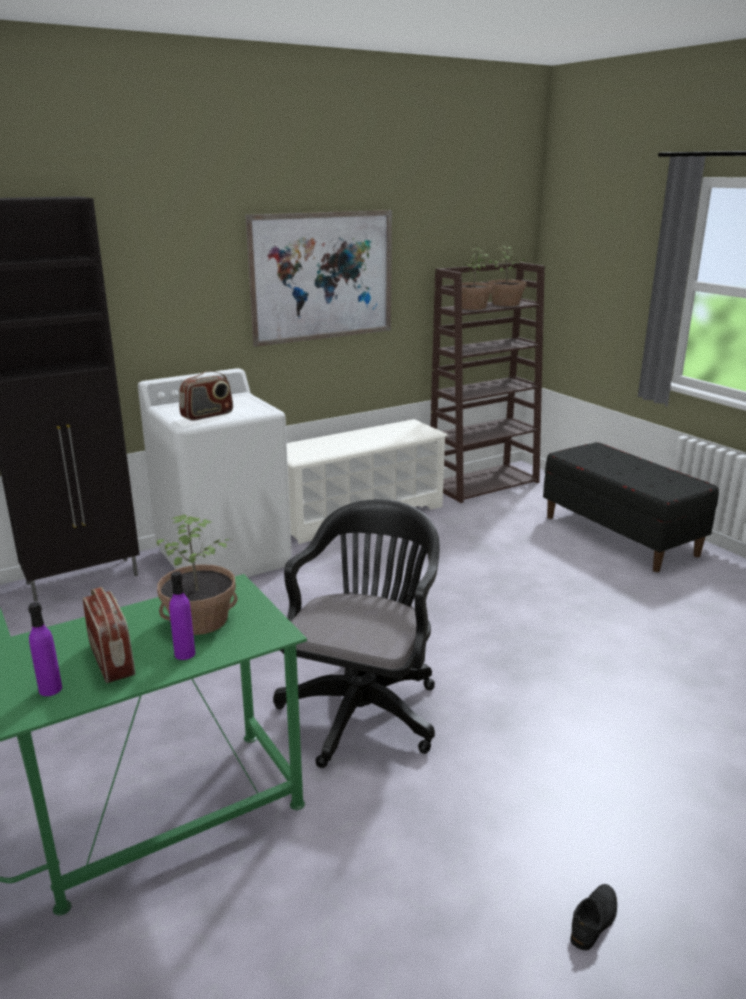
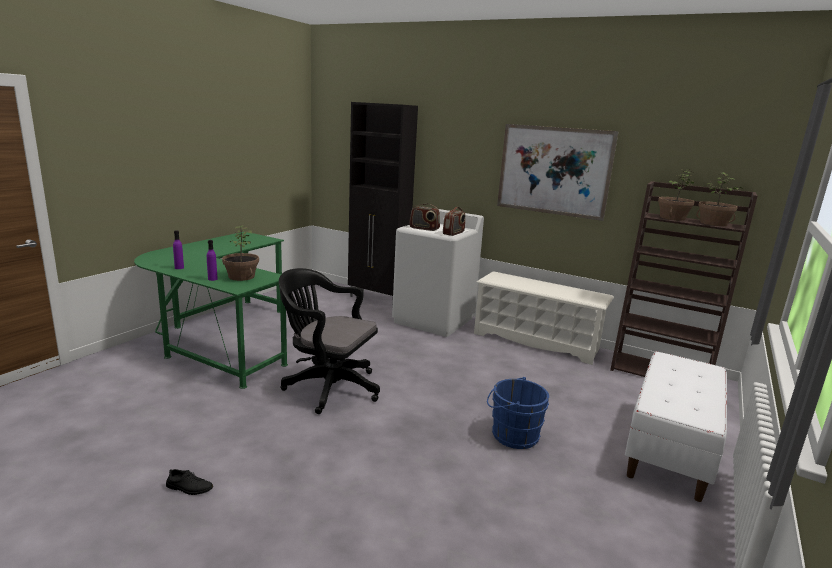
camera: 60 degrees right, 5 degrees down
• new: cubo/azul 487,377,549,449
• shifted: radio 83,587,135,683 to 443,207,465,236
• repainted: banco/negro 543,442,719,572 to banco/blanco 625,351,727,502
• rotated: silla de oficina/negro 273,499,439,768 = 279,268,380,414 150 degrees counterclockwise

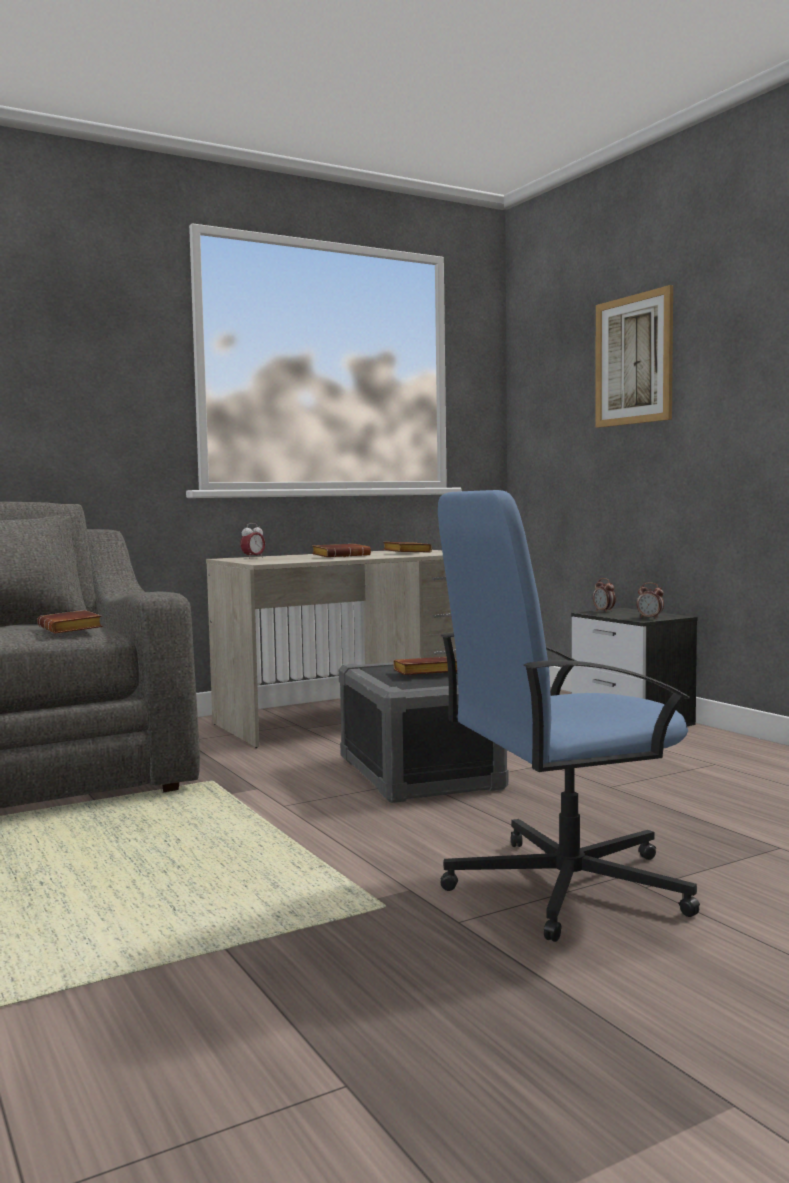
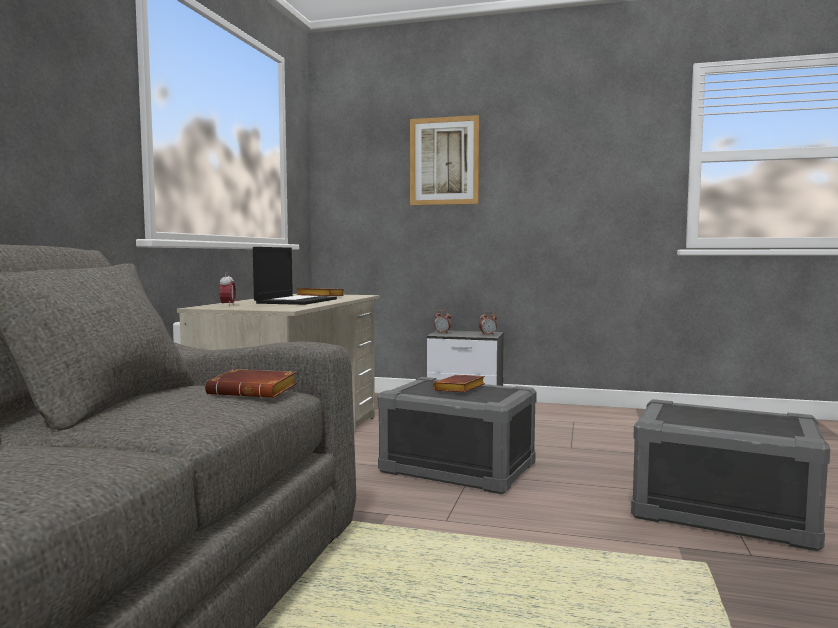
camera: 45 degrees left, 0 degrees up
• swapped: libro/marrón 312,544,371,557 to portátil 253,247,337,305
• swapped: silla de oficina/azul 438,490,700,942 to caja de almacenaje/gris 631,399,830,551

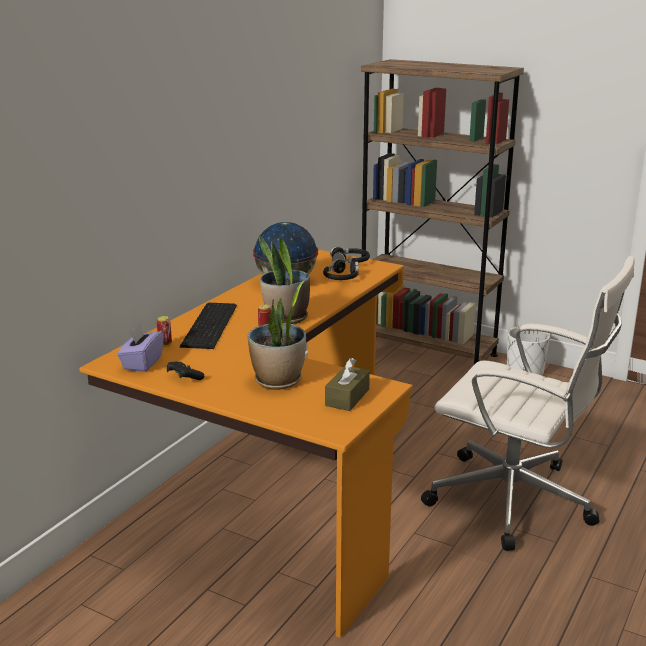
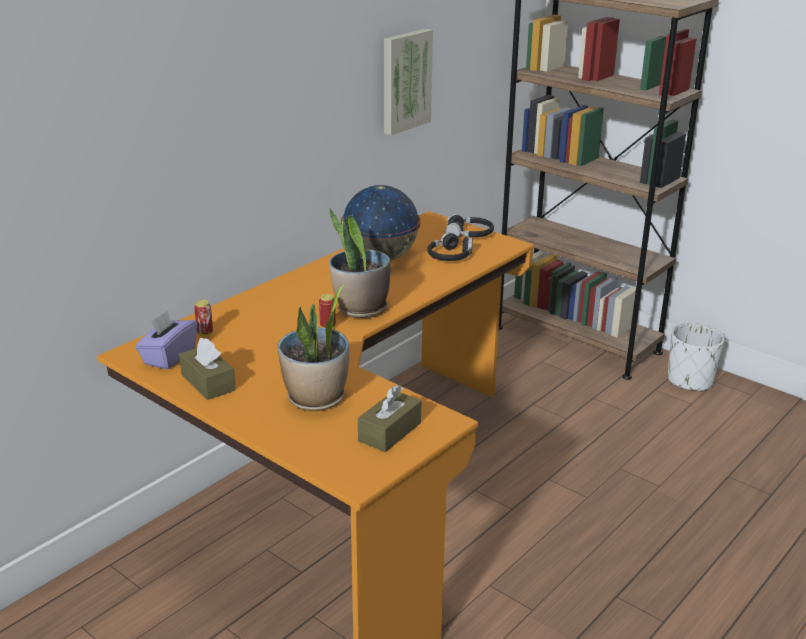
camera: 10 degrees right, 5 degrees up
• gone: teclado 180,303,237,349
• gone: silla de oficina/blanco 421,256,635,551
• new: cuadro 384,29,433,135
• swapped: mando de consola/negro 167,362,204,380 to caja de pañuelos/marrón 179,338,236,400

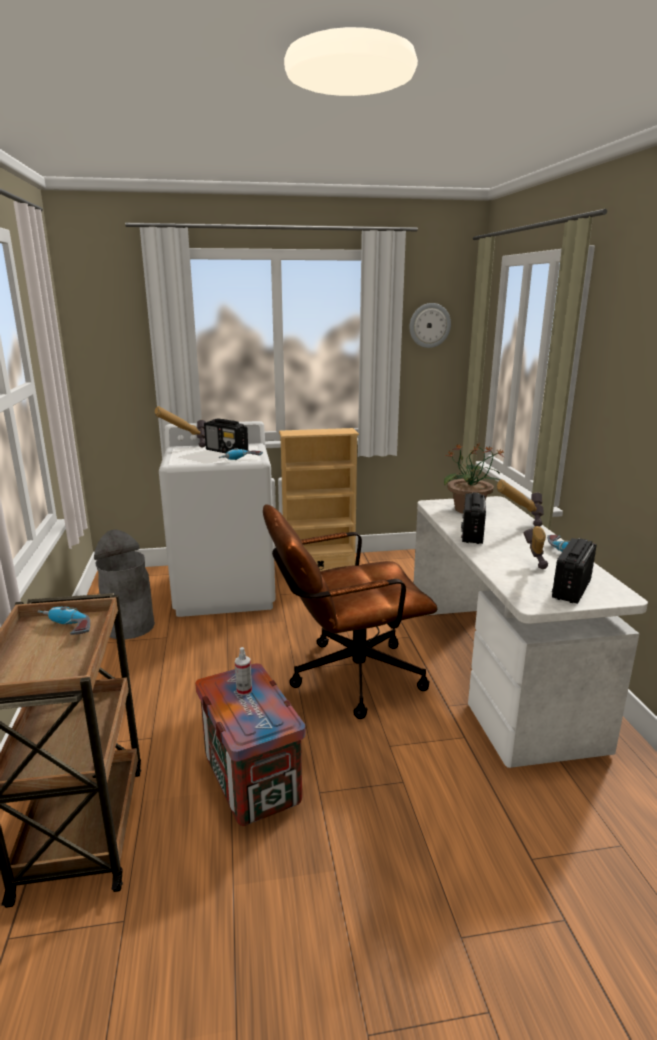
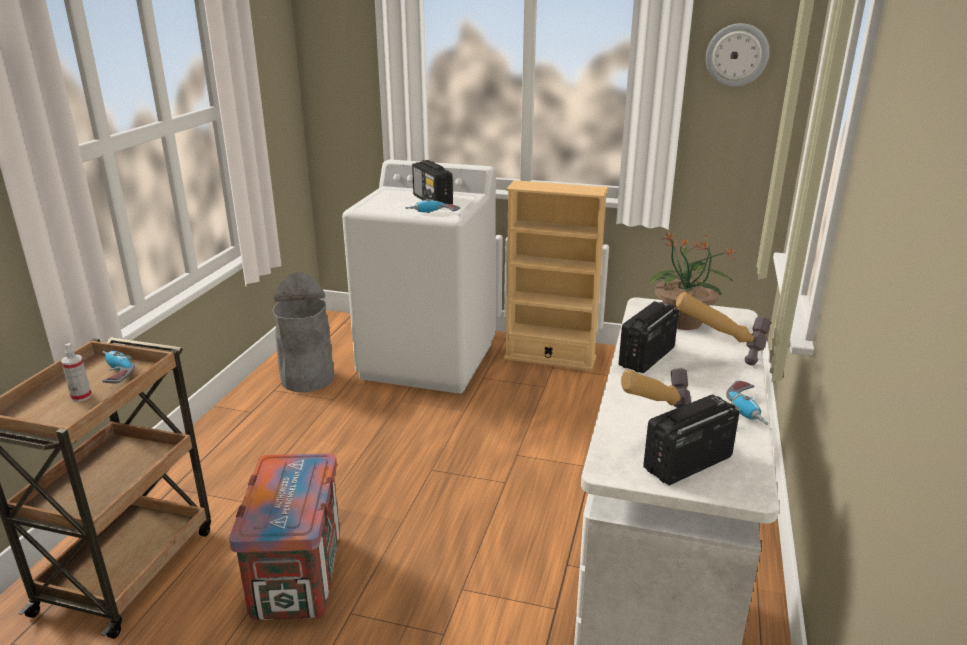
camera: 25 degrees right, 5 degrees up
• gone: martillo 155,406,206,448
• gone: silla de oficina/marrón 263,504,437,719
• shifted: pulverizador 235,647,252,696 to 61,343,92,402

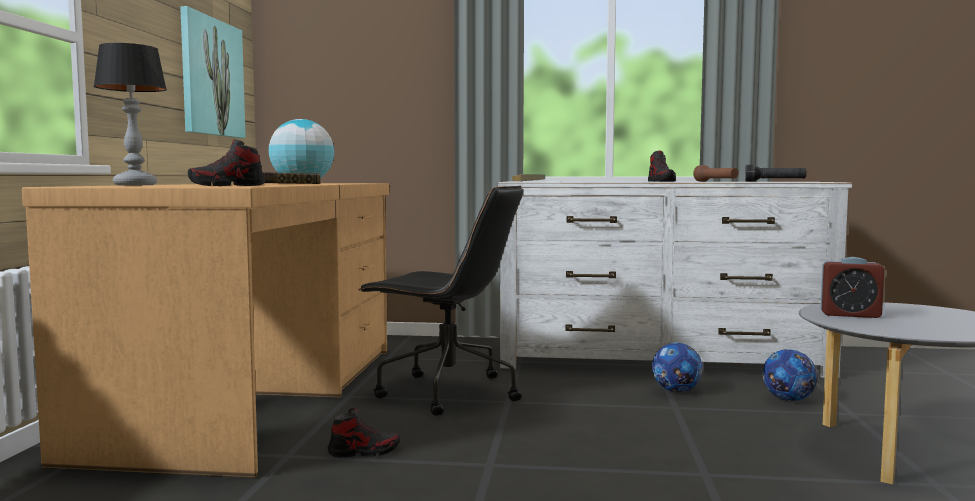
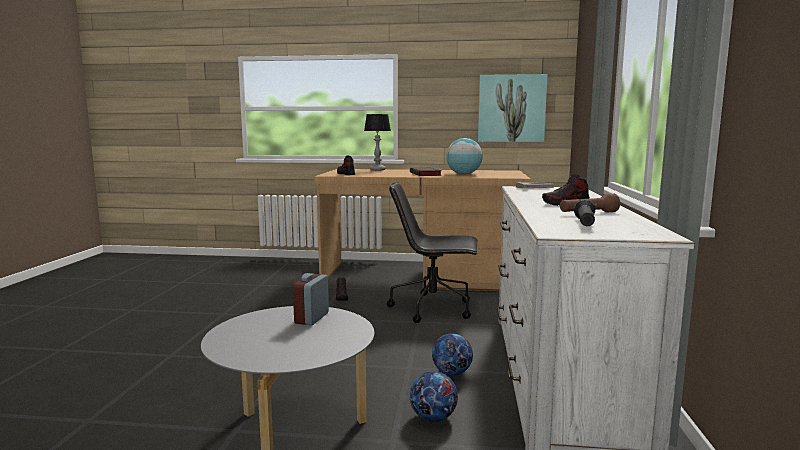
camera: 90 degrees right, 5 degrees up
• rotated: silla de oficina/negro 358,186,523,416 = 387,182,478,323 75 degrees clockwise

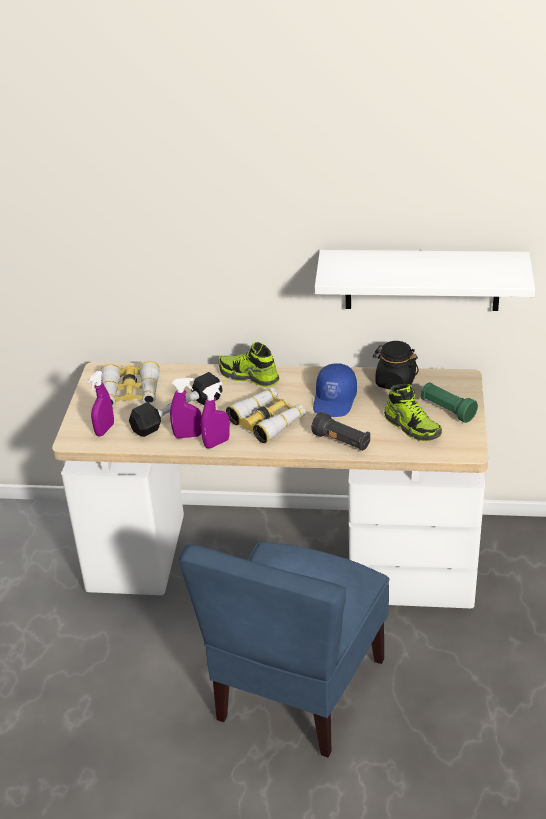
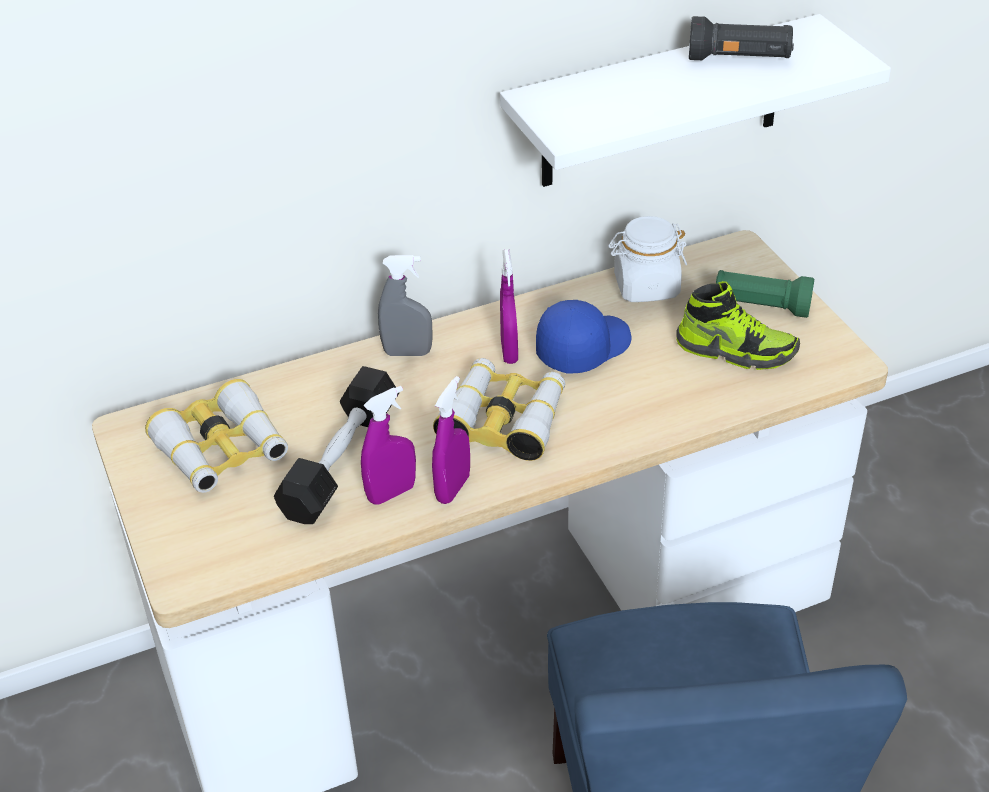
camera: 30 degrees left, 5 degrees up
• shifted: pulverizador/morado 88,371,114,436 to 500,250,518,364
• shifted: linterna/negro 311,412,370,451 to 689,16,794,60
• swapped: zapato 218,342,279,387 to pulverizador/gris 378,255,433,356
• repainted: tarro/negro 373,341,419,390 to tarro/blanco 608,216,687,302
• rotated: gorra/azul 313,363,357,417 = 536,300,632,374 120 degrees counterclockwise

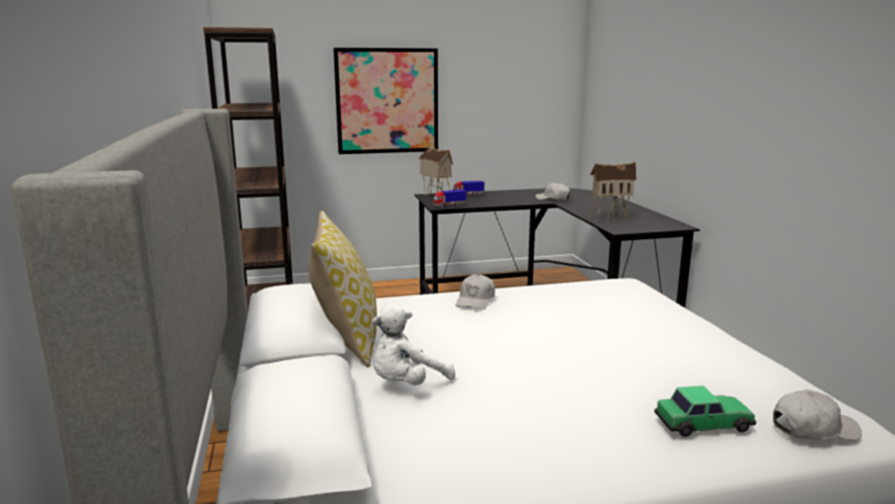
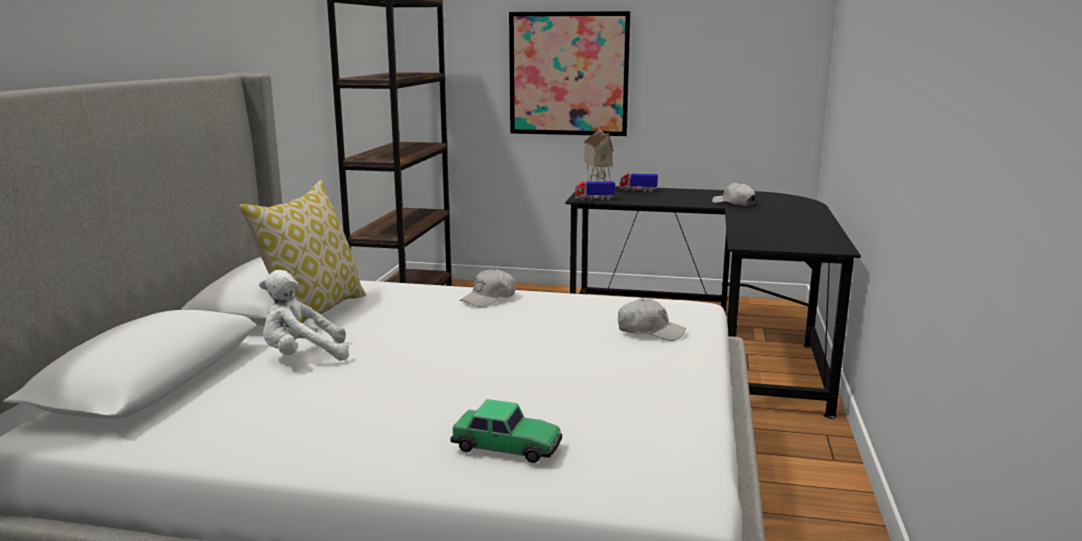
camera: 25 degrees right, 0 degrees up
• gone: casita 589,162,636,222
• shifted: gorra/blanco 773,389,862,440 to 618,299,686,341

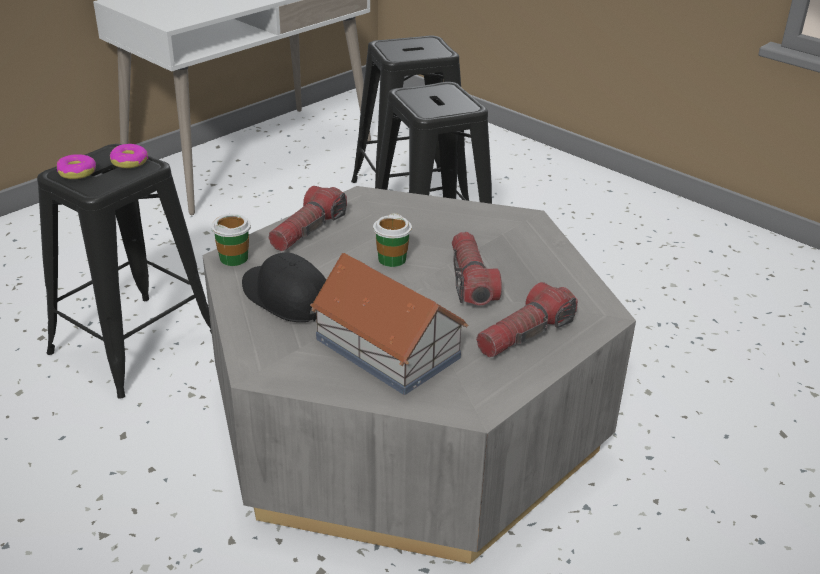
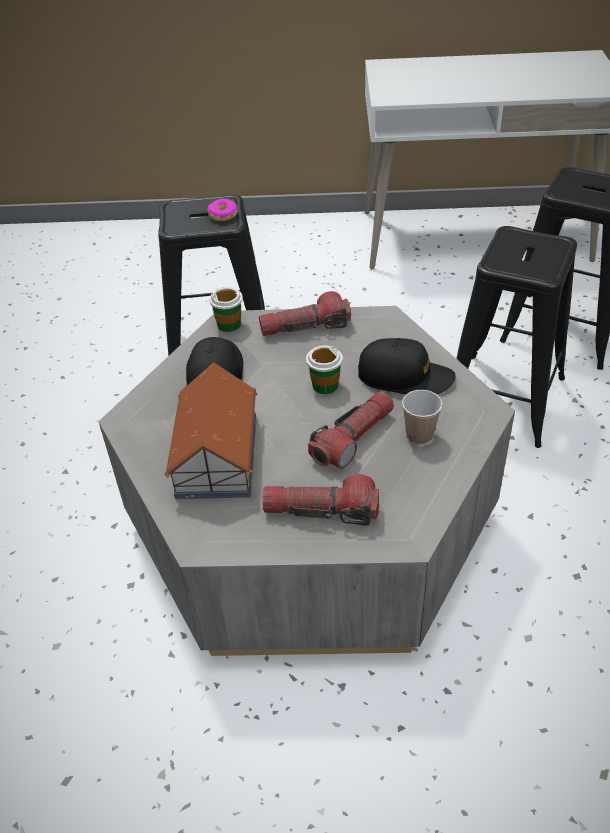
camera: 50 degrees right, 10 degrees up
• gone: rosquilla 57,154,96,179
• new: gorra/negro 358,338,455,394
• new: taza 402,390,442,445

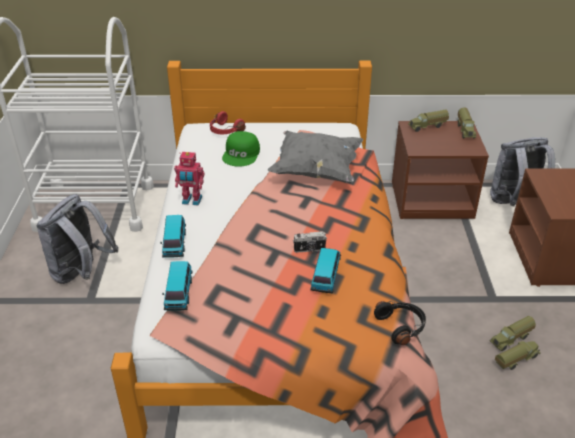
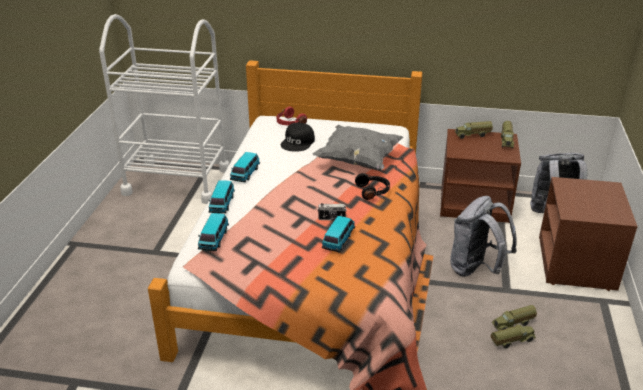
camera: 10 degrees right, 5 degrees down
• shifted: mochila/gris 37,194,119,284 to 450,196,517,277
• shifted: auriculares/negro 374,301,426,345 to 355,173,390,200
• swapped: robot de juguete 174,152,204,206 to coche de juguete 230,152,260,182
• repainted: gorra/verde 222,131,260,167 to gorra/negro 281,123,315,152

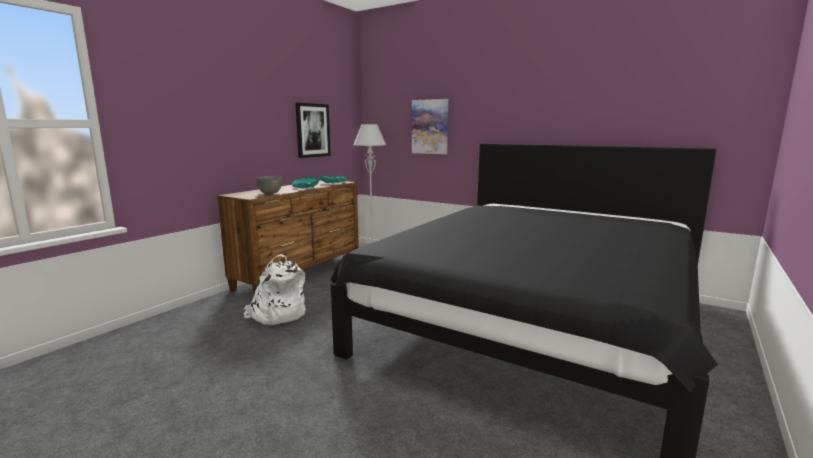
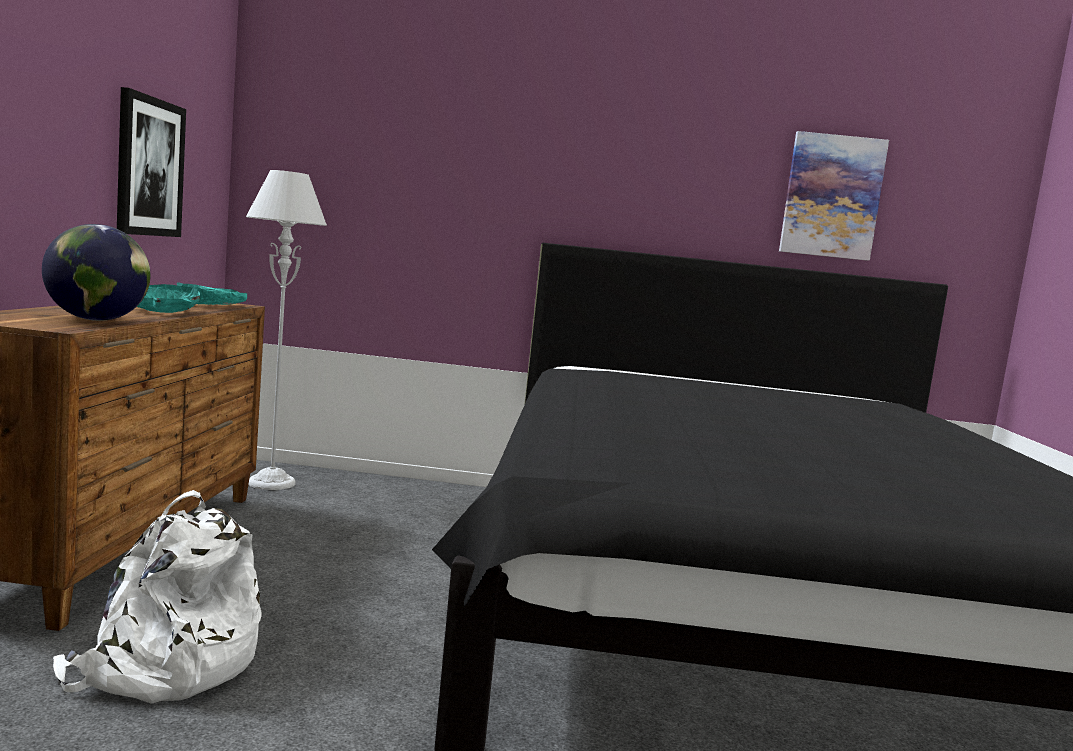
camera: 30 degrees left, 5 degrees down
• shifted: cuadro 412,99,448,154 to 779,131,889,261
• swapped: cuenco/gris 257,176,282,194 to globo terráqueo 42,224,151,321

